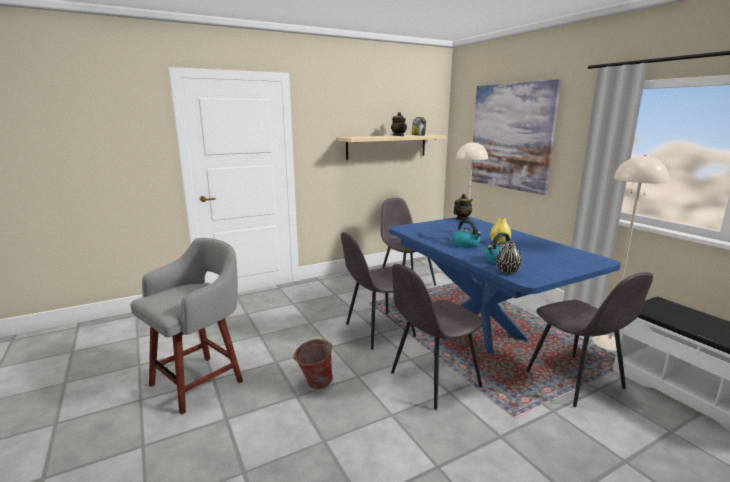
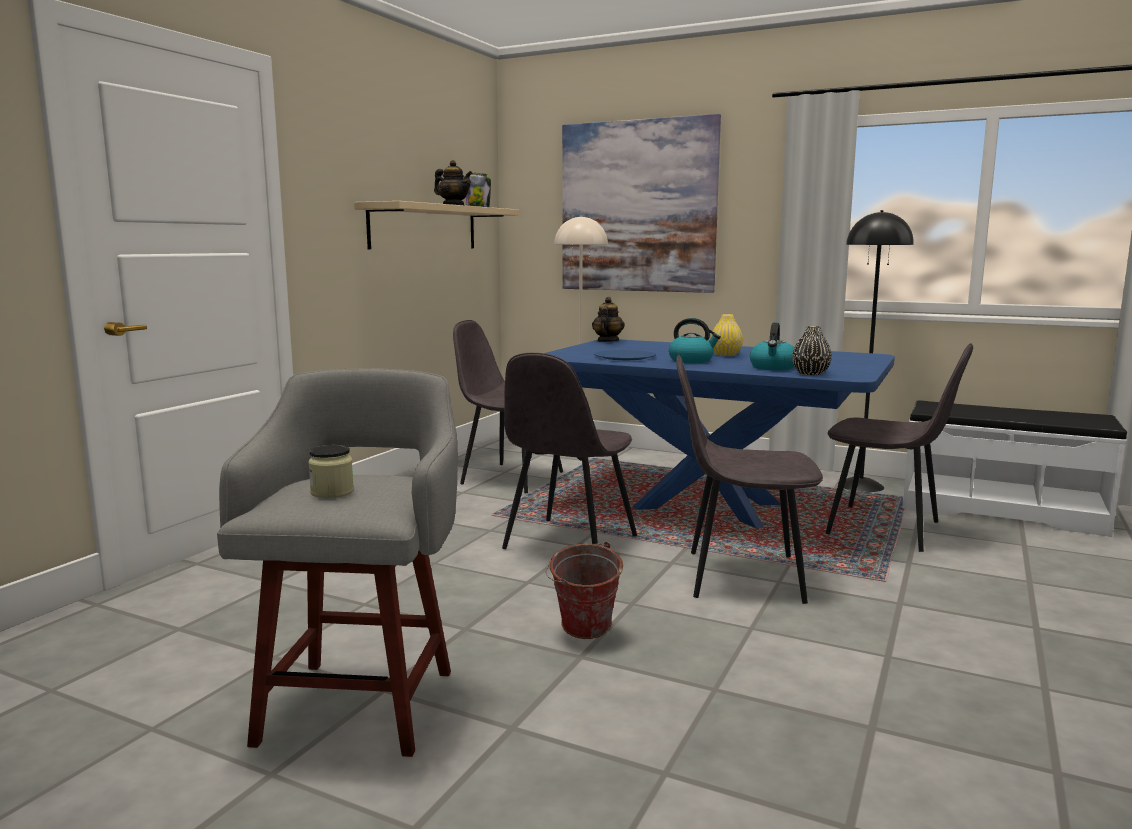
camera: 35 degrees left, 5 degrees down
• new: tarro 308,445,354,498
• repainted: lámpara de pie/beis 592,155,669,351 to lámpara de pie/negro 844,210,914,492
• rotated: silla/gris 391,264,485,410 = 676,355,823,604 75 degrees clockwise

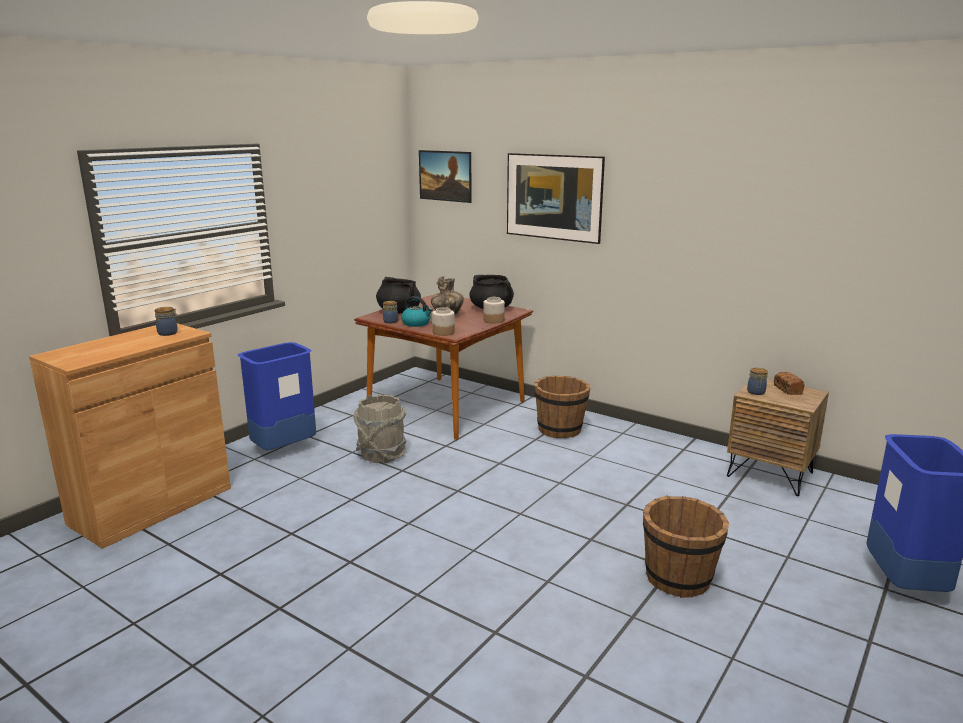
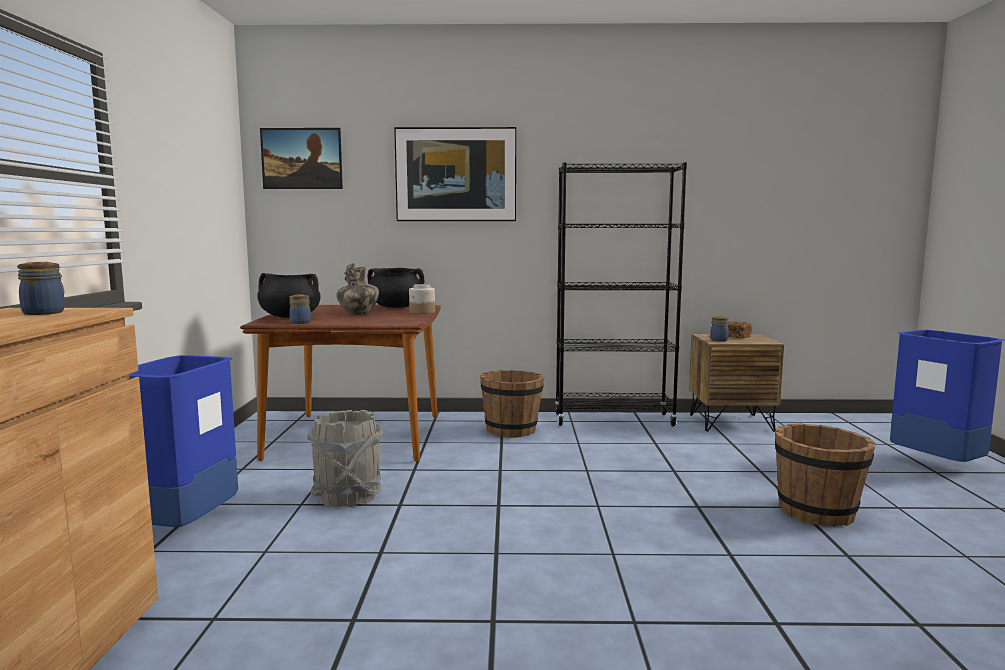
camera: 35 degrees left, 10 degrees down
• gone: hervidor 401,296,433,327
• gone: tarro 432,307,455,336
• new: estantería/negro 555,162,687,426

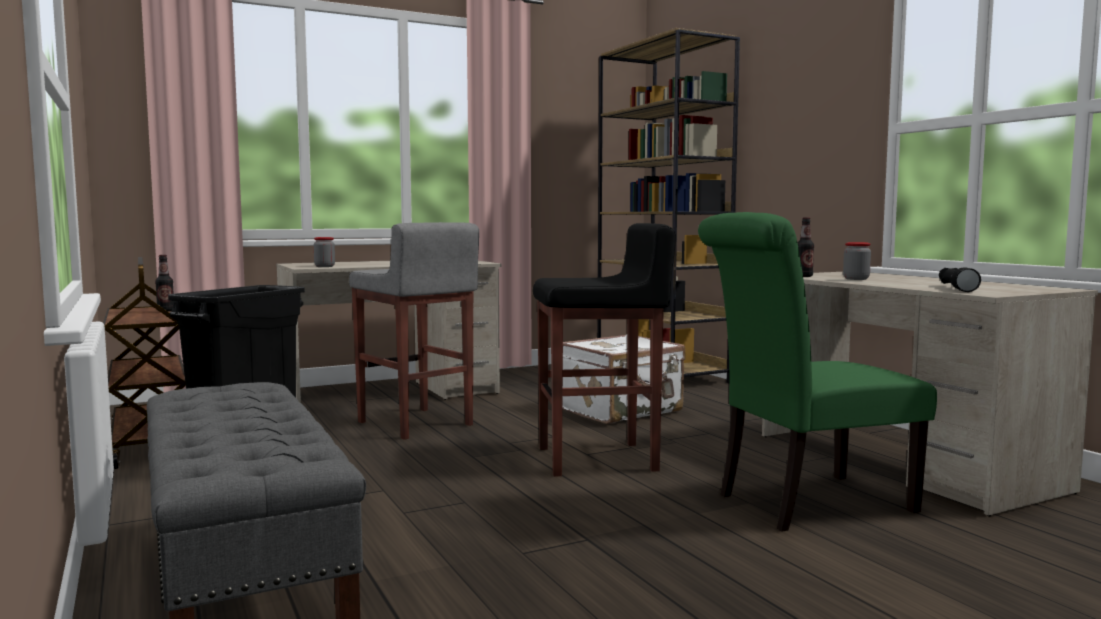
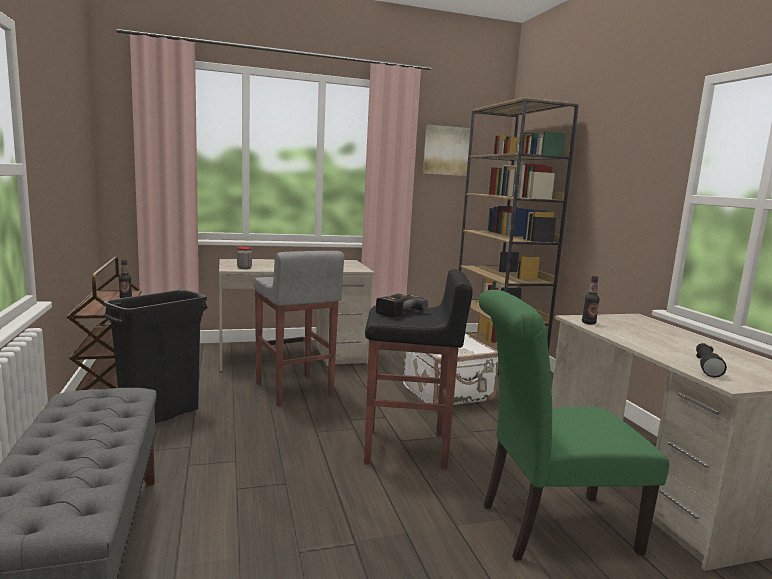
camera: 10 degrees right, 5 degrees up
• gone: tarro 843,242,871,280
• new: taladro 376,294,428,317
• new: cuadro 423,125,471,176

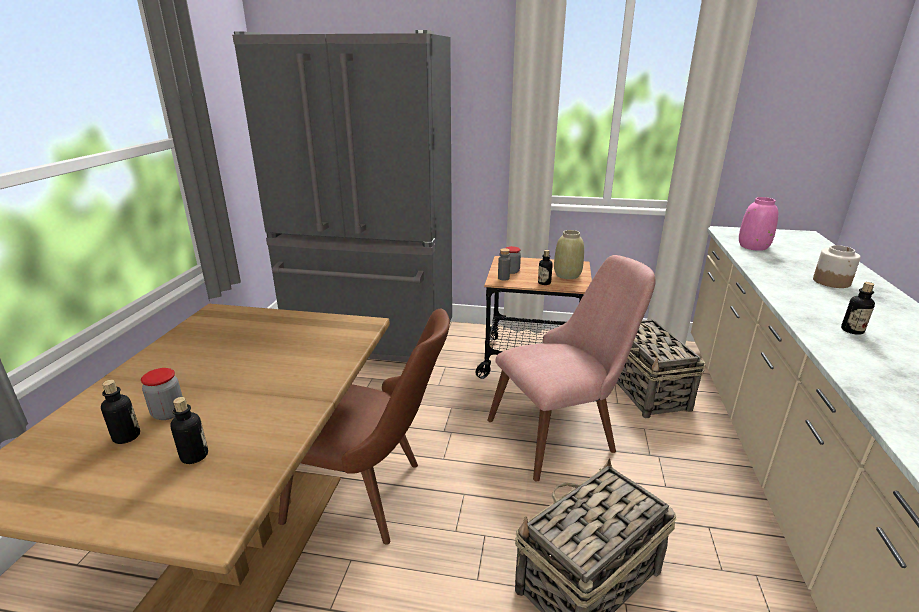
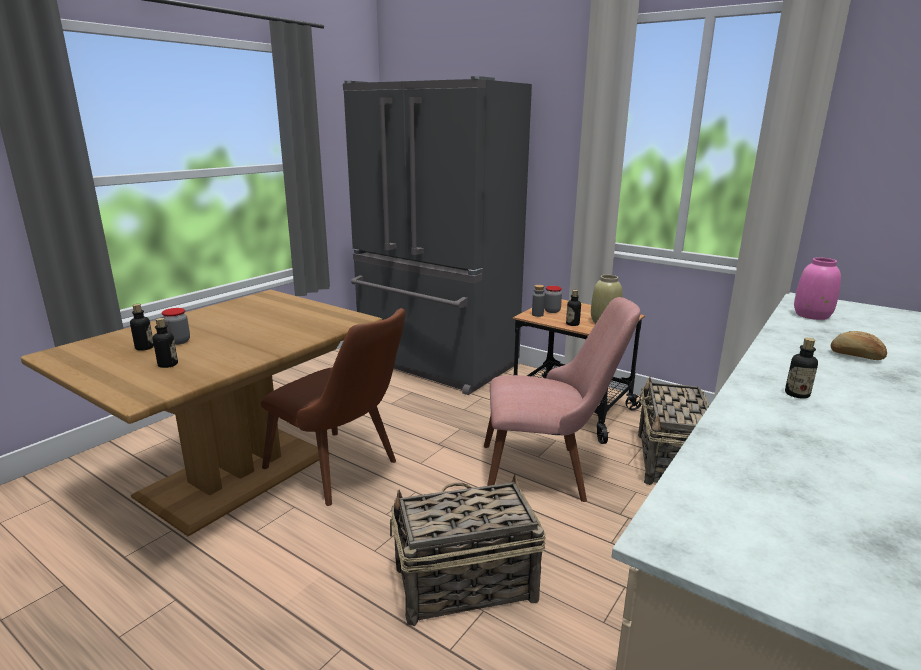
camera: 25 degrees right, 5 degrees down
• swapped: tarro 813,245,861,288 to pan 831,331,887,360

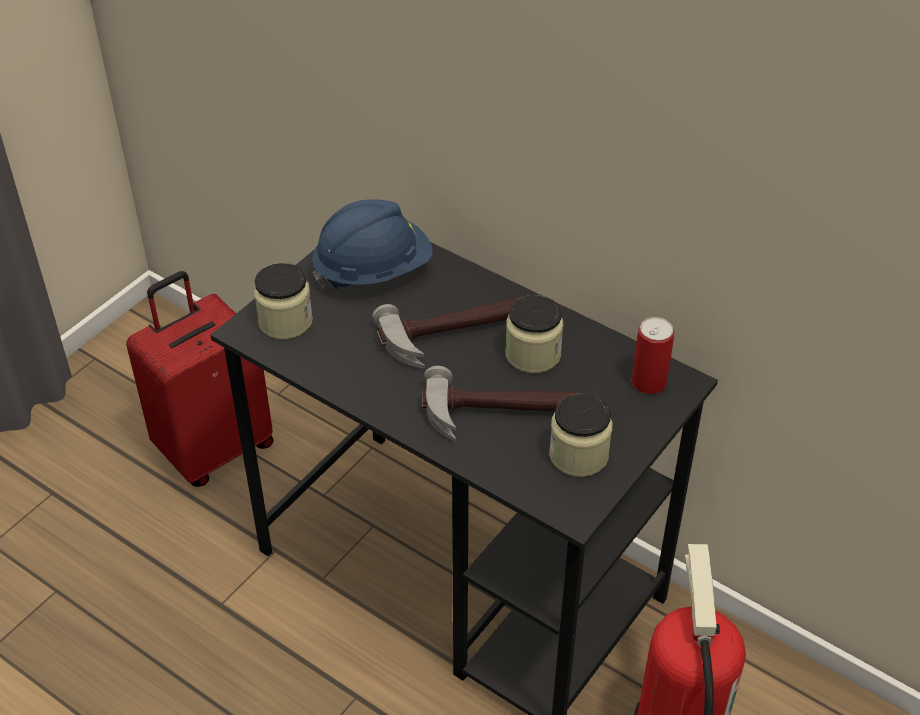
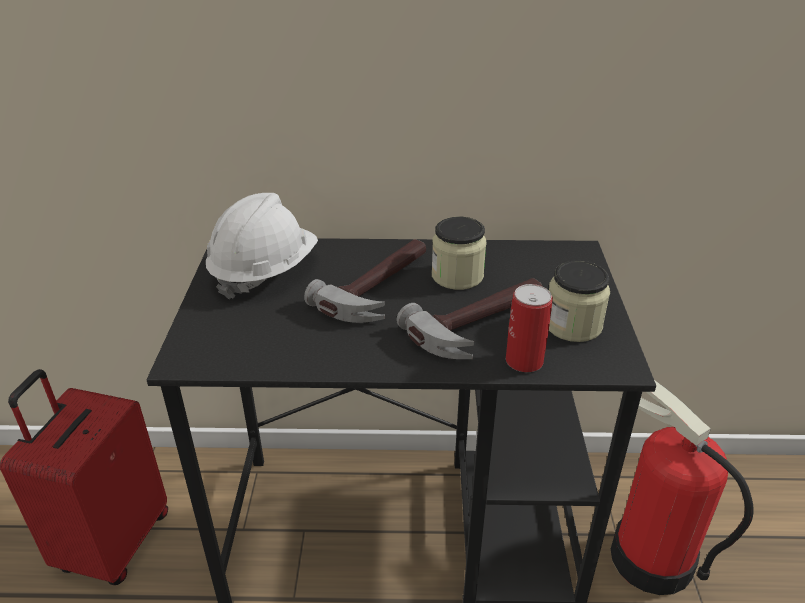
camera: 35 degrees left, 10 degrees down
• gone: tarro 254,263,313,339
• shifted: lata 632,317,674,394 to 506,284,553,372
• repainted: casco/azul 312,199,433,289 to casco/blanco 206,193,318,299

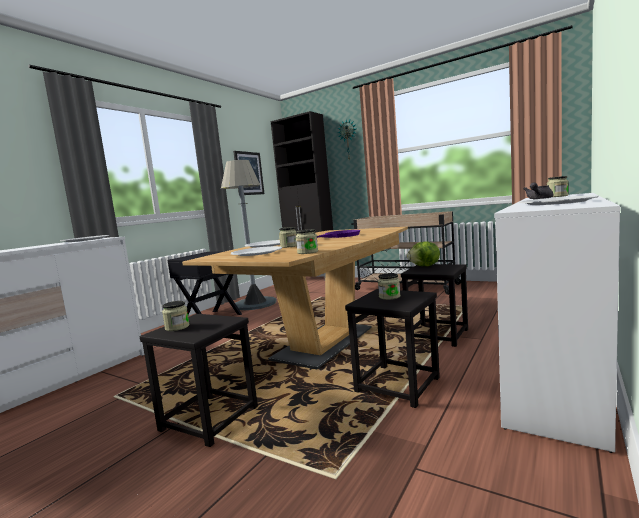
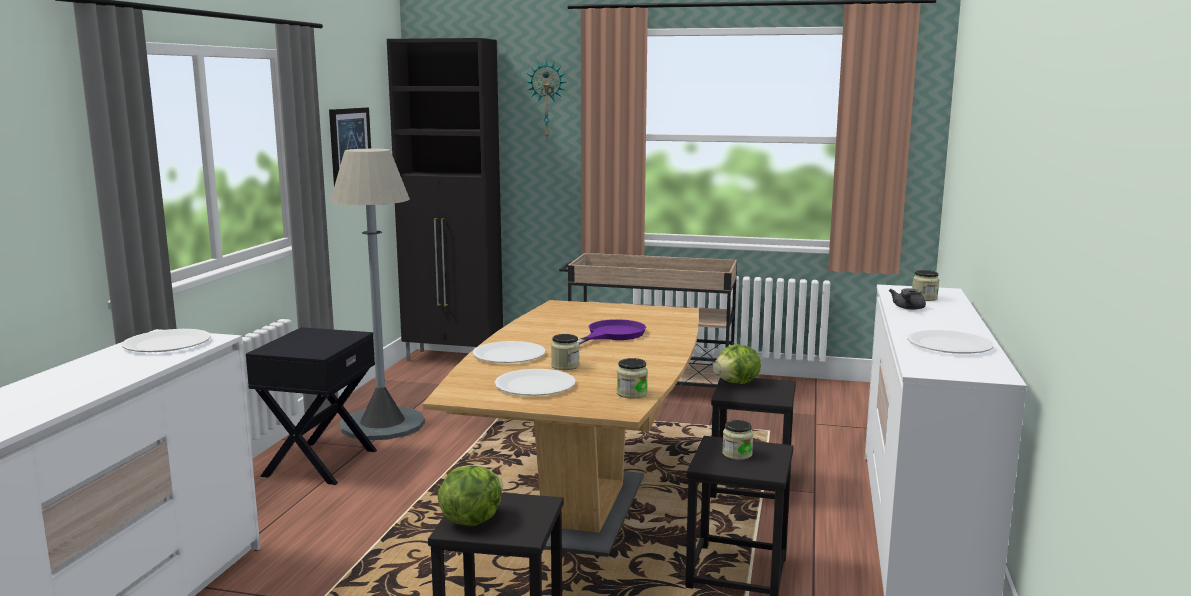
camera: 20 degrees left, 5 degrees up
• swapped: tarro 162,301,190,331 to lechuga 438,466,503,526

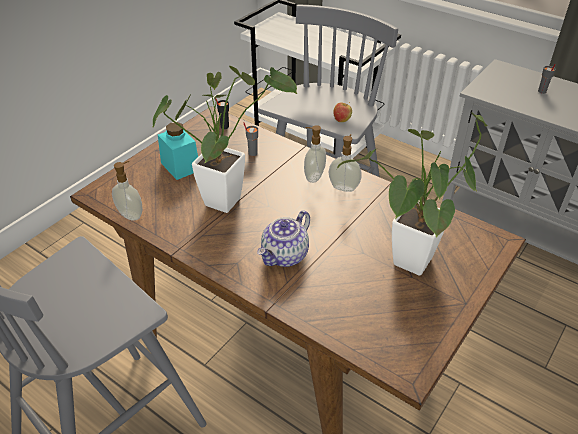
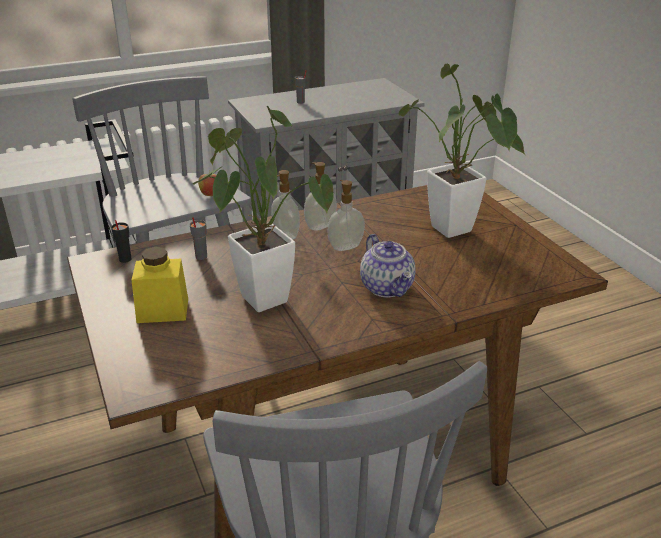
camera: 60 degrees left, 10 degrees down
• shifted: dispensador de jabón 112,161,143,221 to 327,180,365,251
• repainted: tarro/turquesa 158,122,198,180 to tarro/amarillo 131,247,188,323

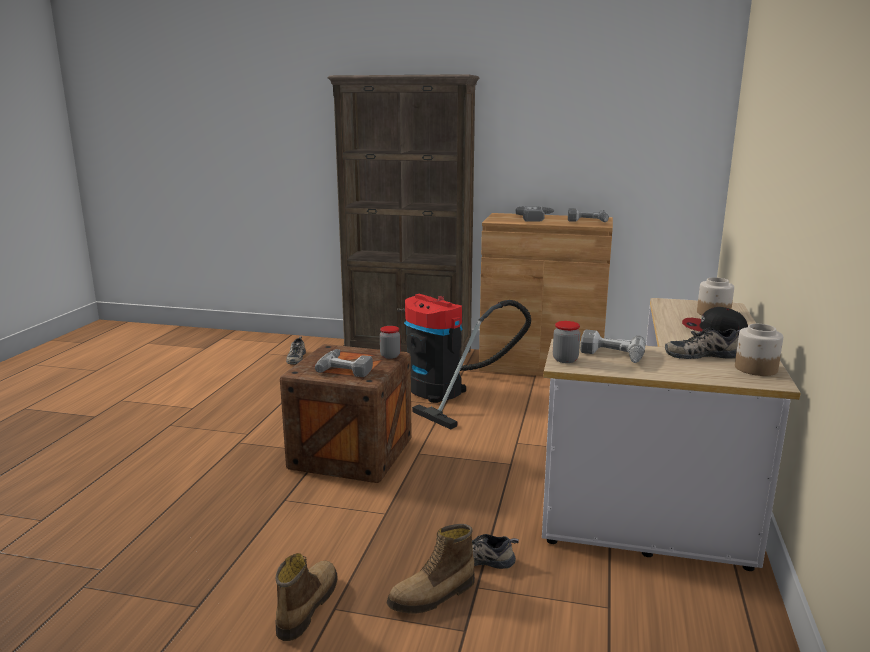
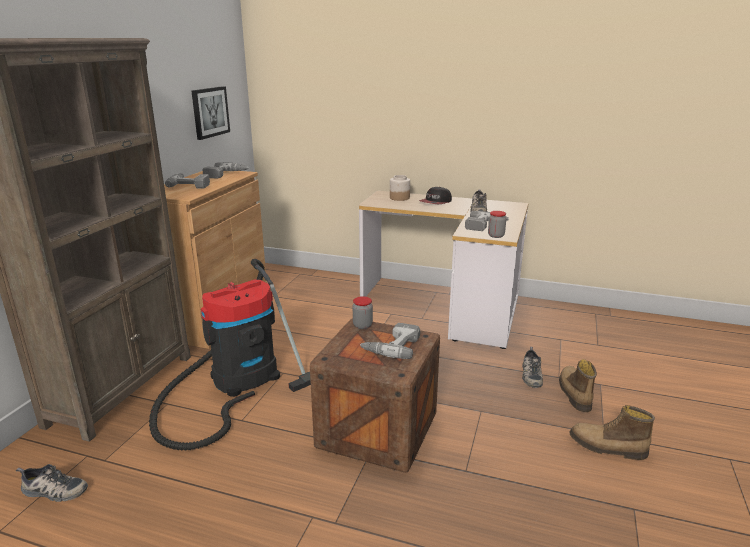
camera: 85 degrees left, 5 degrees up
• gone: tarro 735,324,783,376
• new: cuadro 191,86,230,140
• rotated: bota 387,524,475,613 = 559,359,597,412 150 degrees counterclockwise

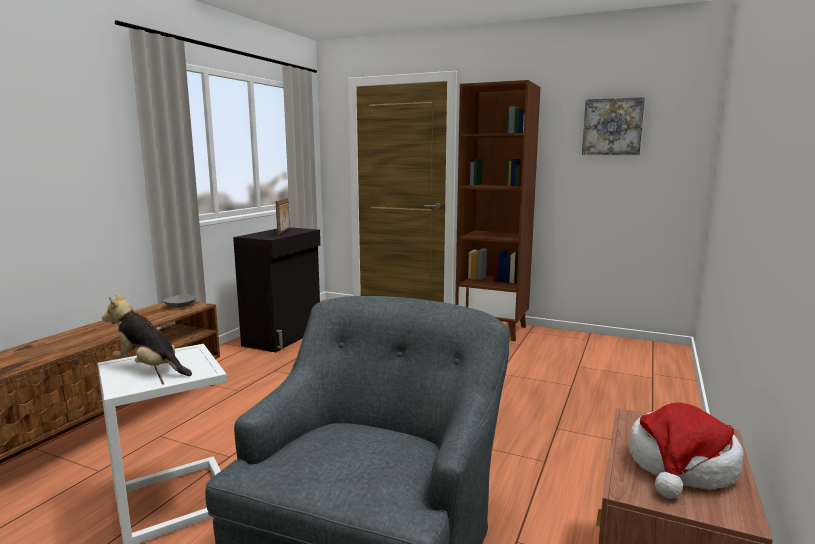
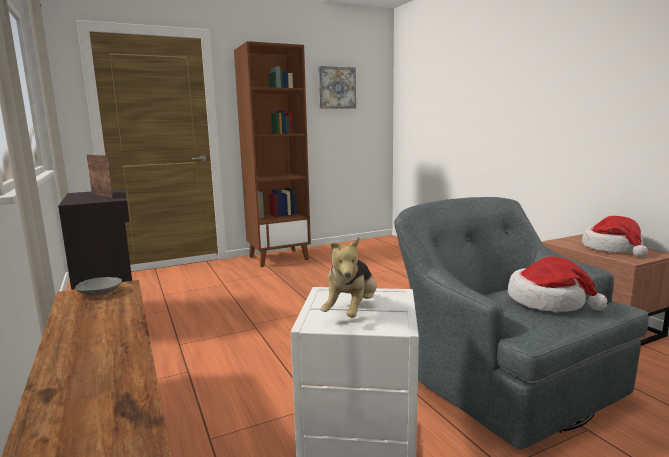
camera: 50 degrees left, 0 degrees up
• new: sombrero 508,256,607,312
• rotated: peluche 102,294,192,376 = 321,237,377,318 45 degrees counterclockwise

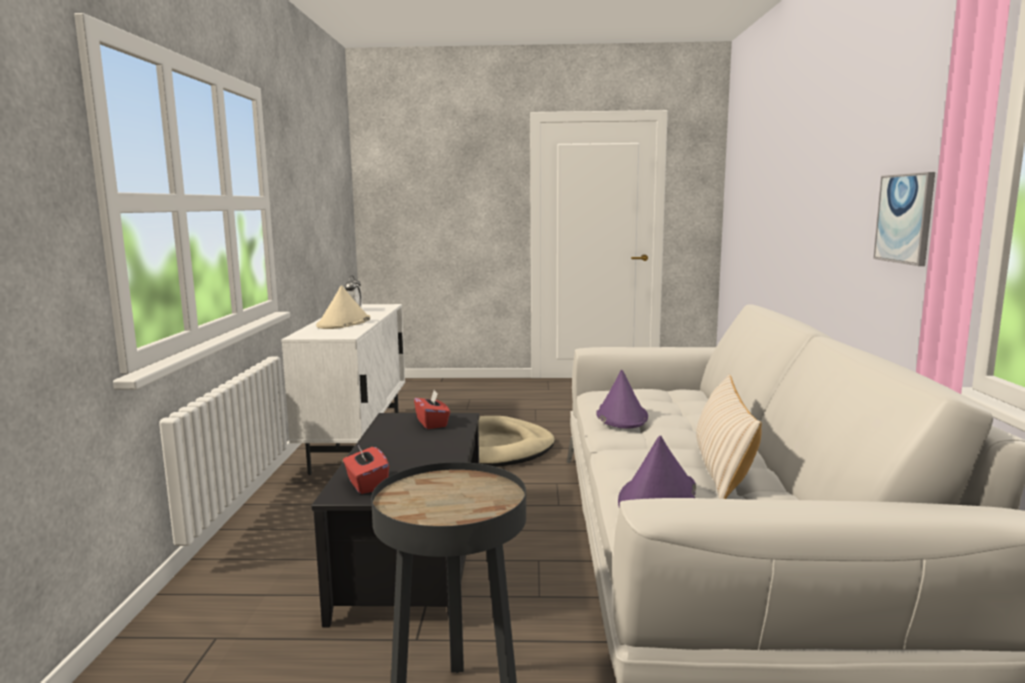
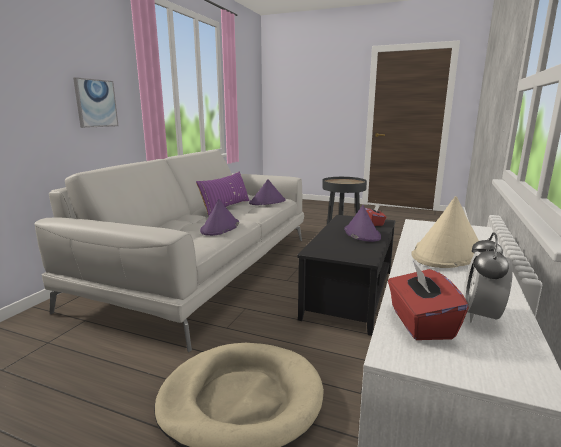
camera: 160 degrees left, 5 degrees up
• new: sombrero/morado 344,205,381,242
• shifted: caja de pañuelos/rojo 414,391,450,429 to 388,261,469,340
• repainted: cojín/beis 696,375,762,499 to cojín/morado 196,172,250,216

